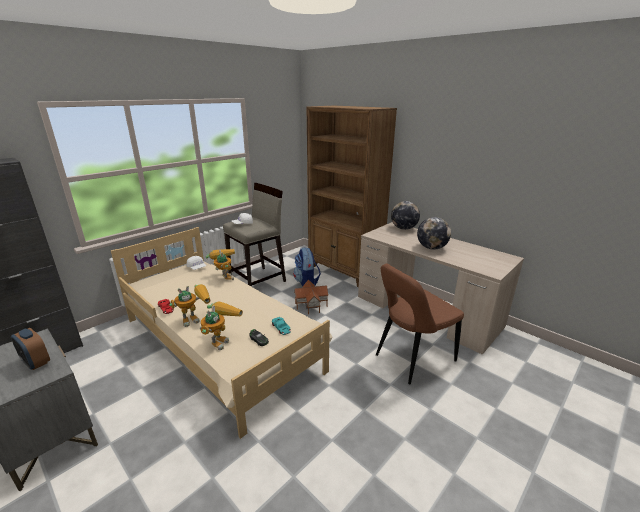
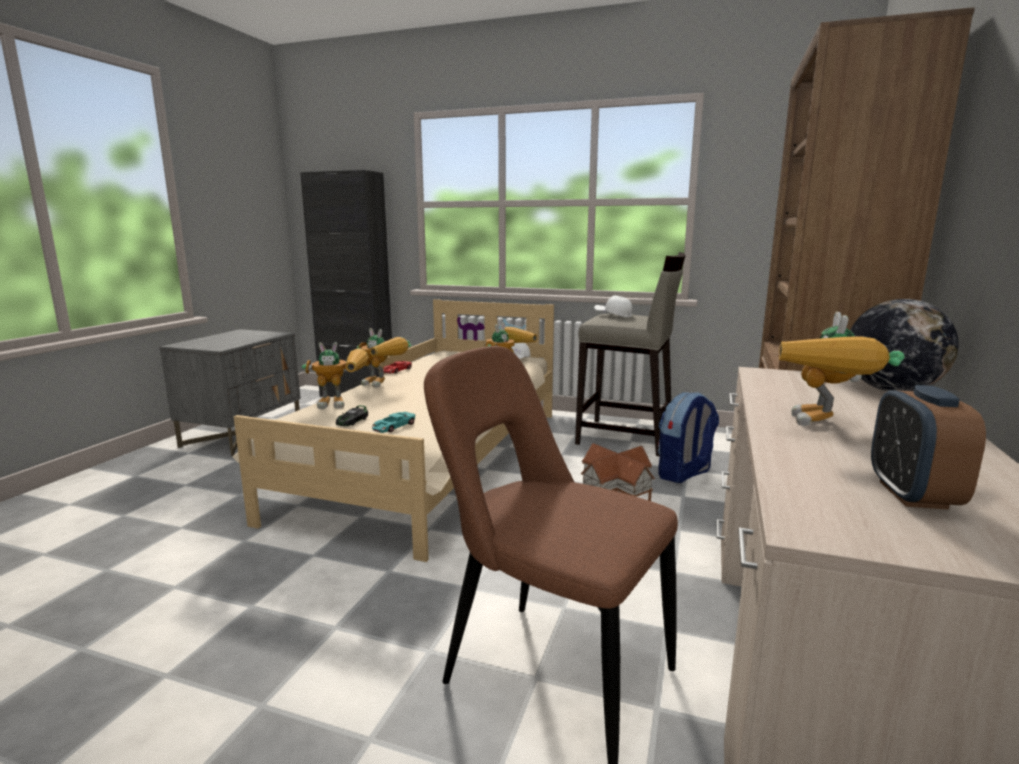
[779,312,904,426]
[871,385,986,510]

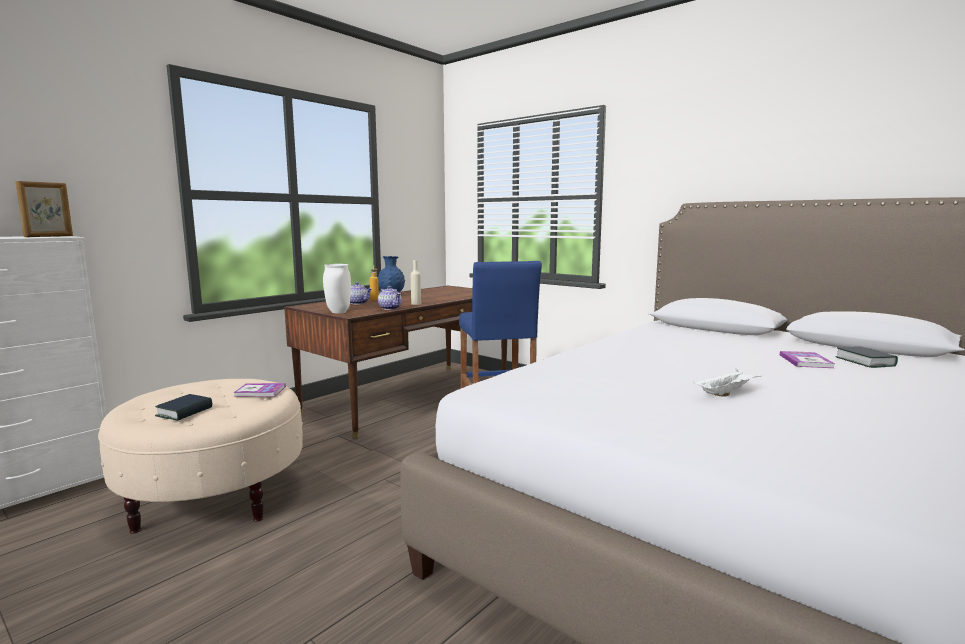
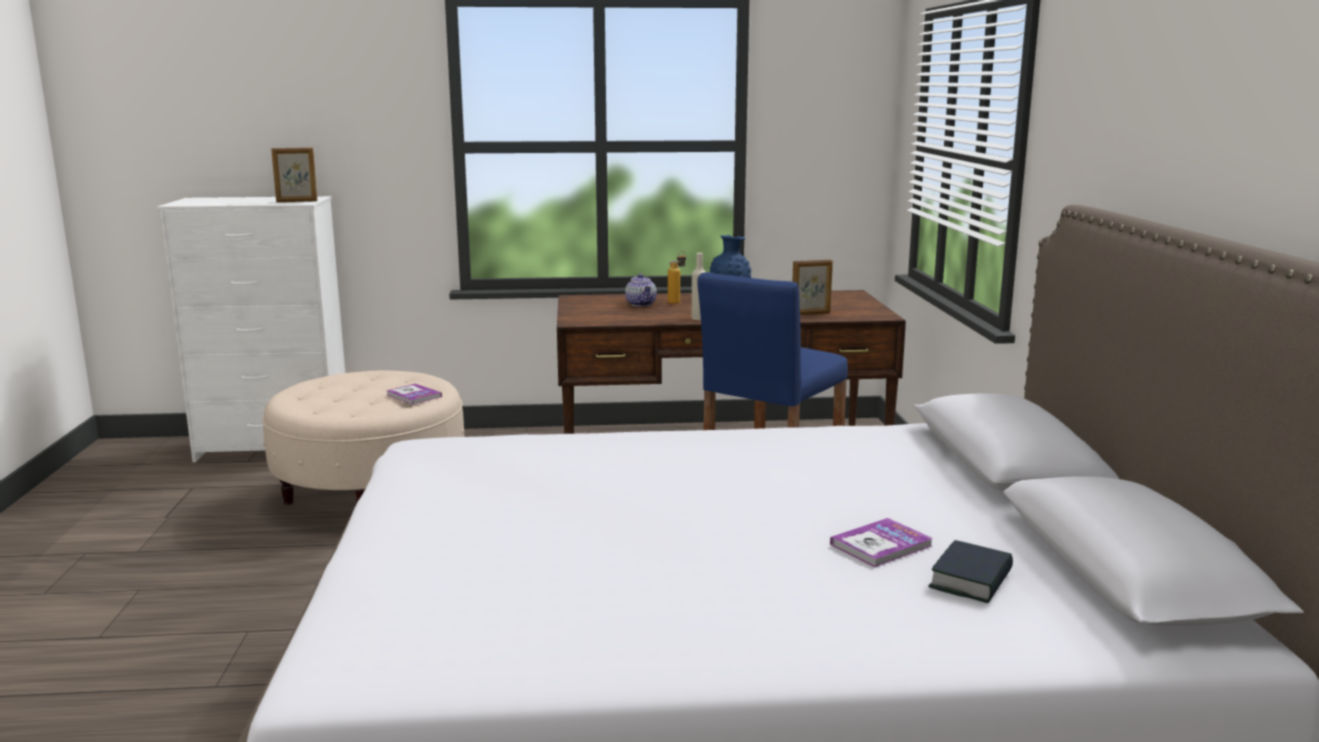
[792,260,833,315]
[155,394,212,421] (first image)
[323,264,351,314] (first image)
[378,286,402,310] (first image)
[693,368,762,396] (first image)

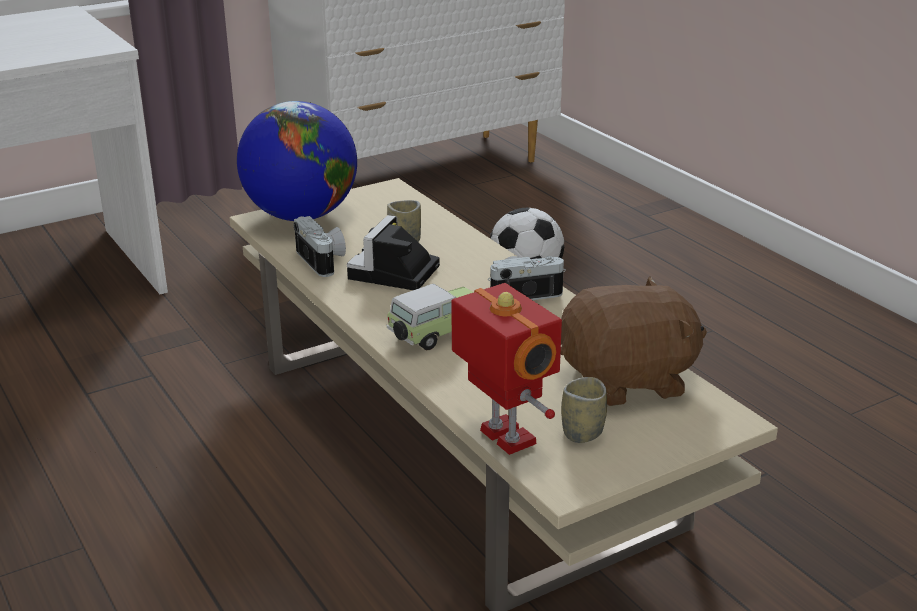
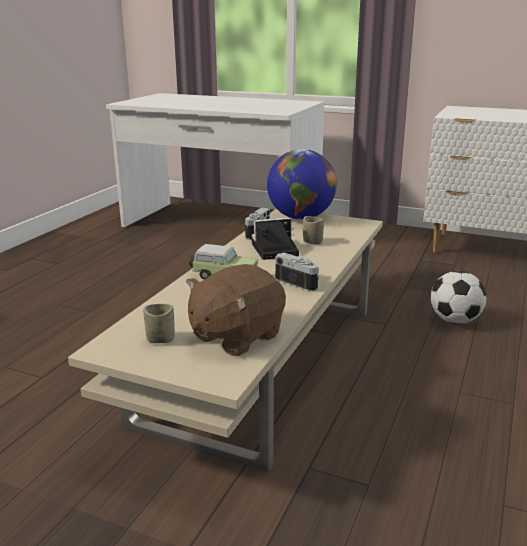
[186,264,286,356]
[451,283,562,455] (first image)

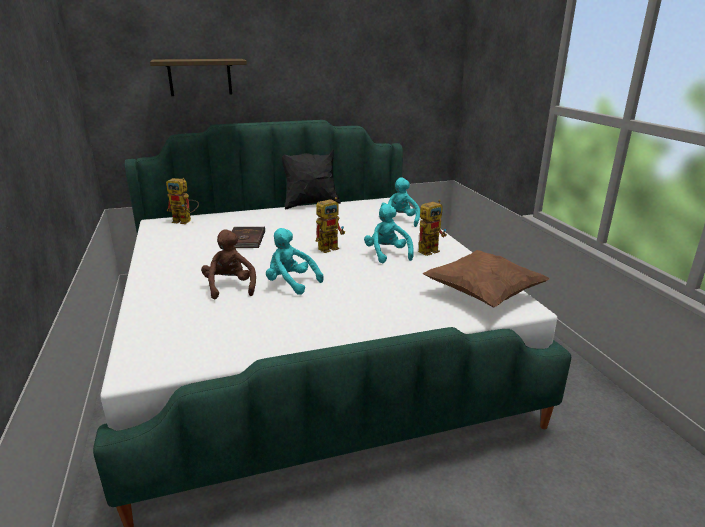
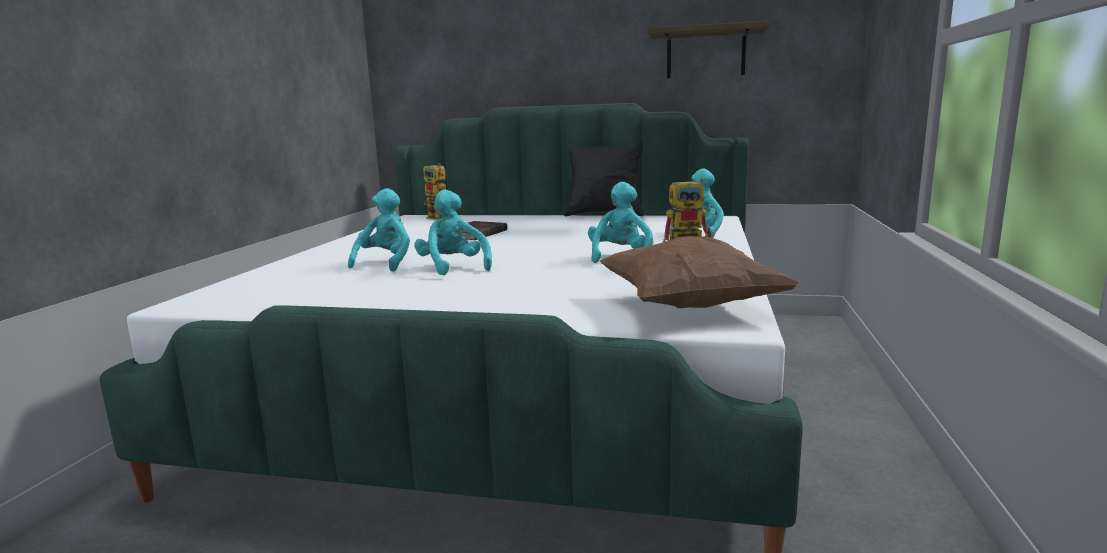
[348,188,410,272]
[647,21,769,78]
[316,197,345,253] (first image)

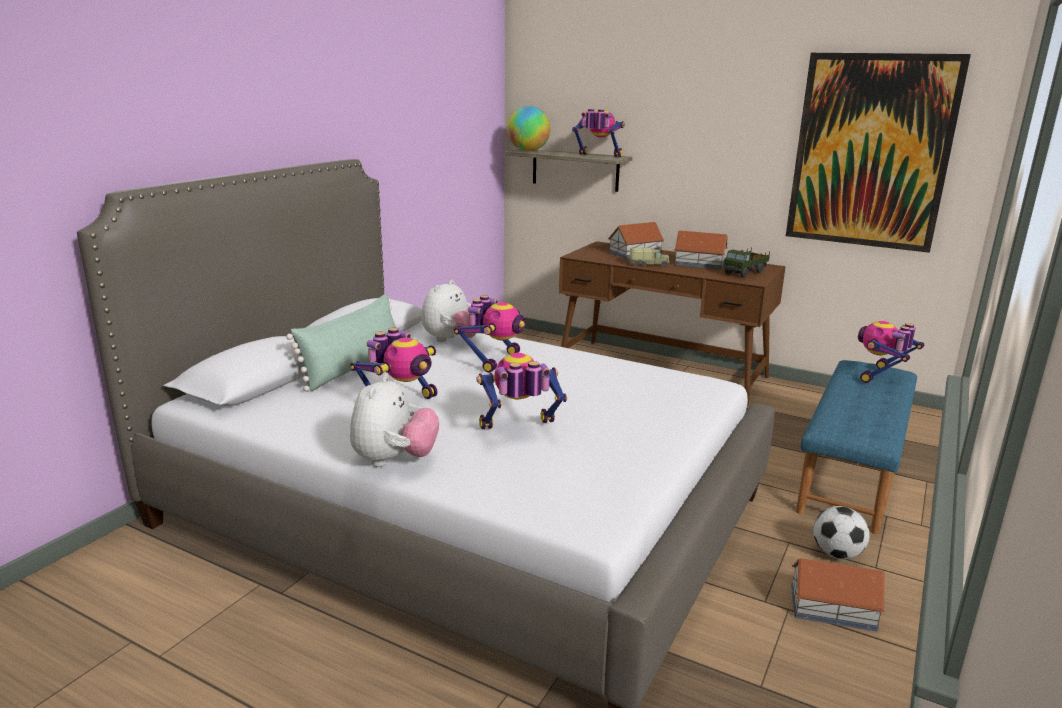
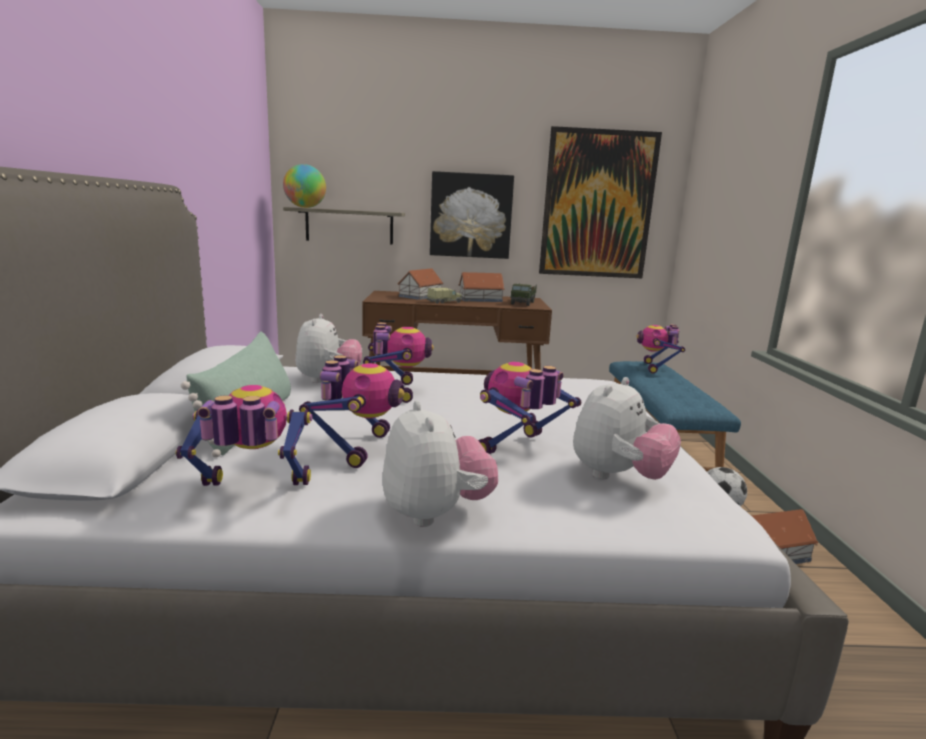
[175,385,312,486]
[430,171,514,259]
[573,377,681,480]

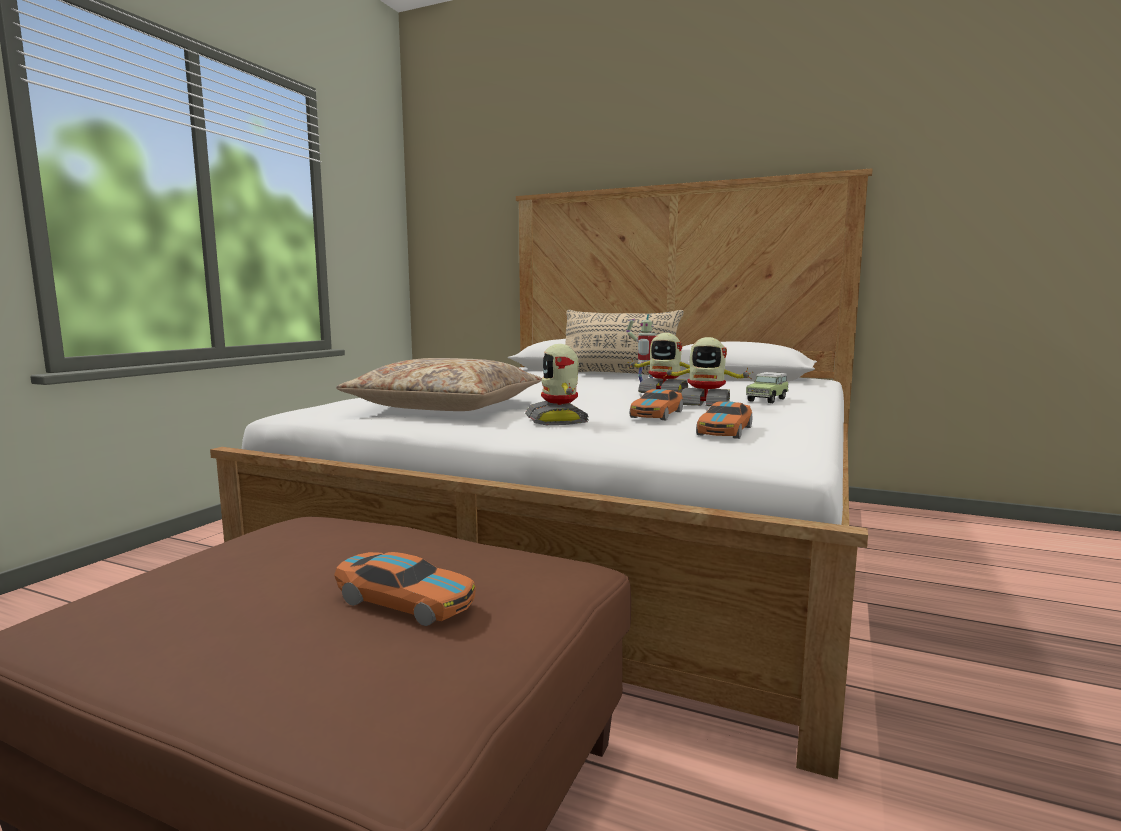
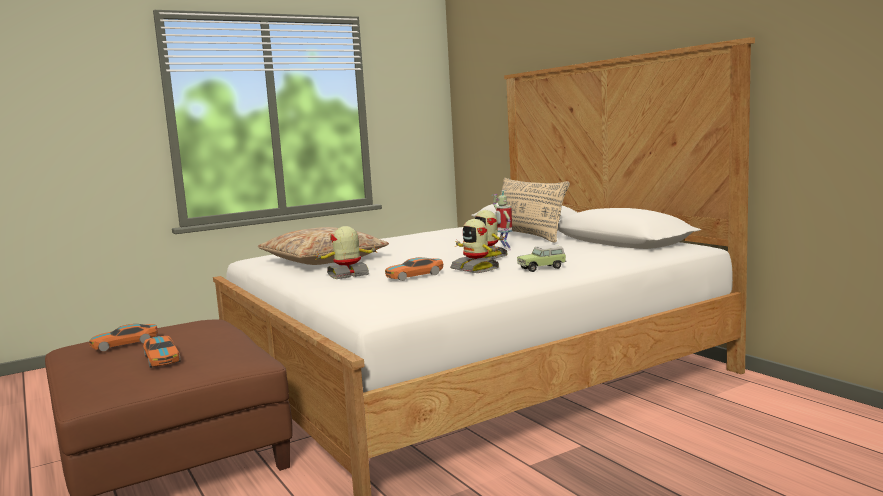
[89,324,158,351]
[314,226,379,279]

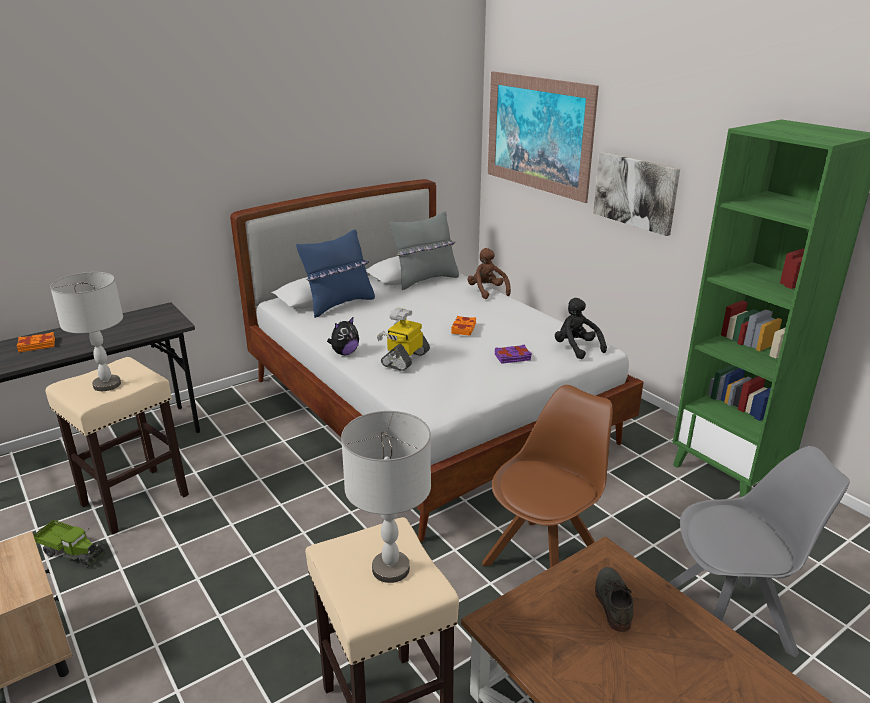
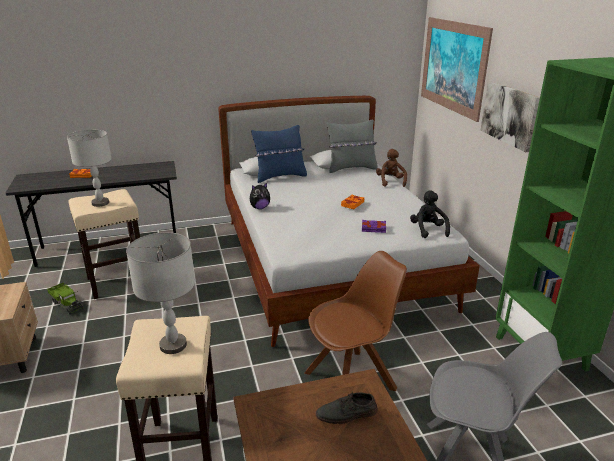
[315,392,378,424]
[377,307,430,371] (first image)

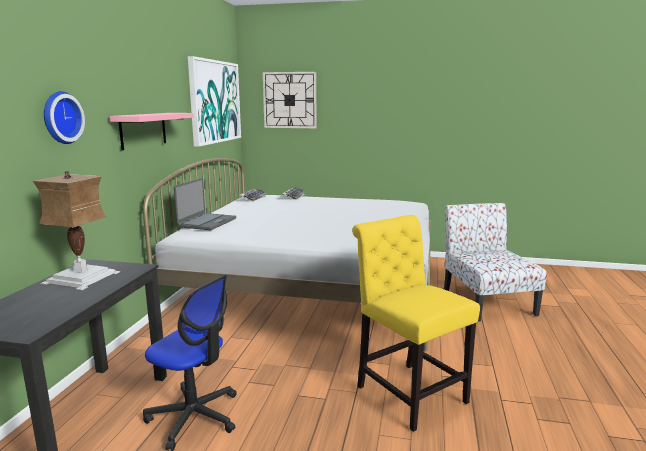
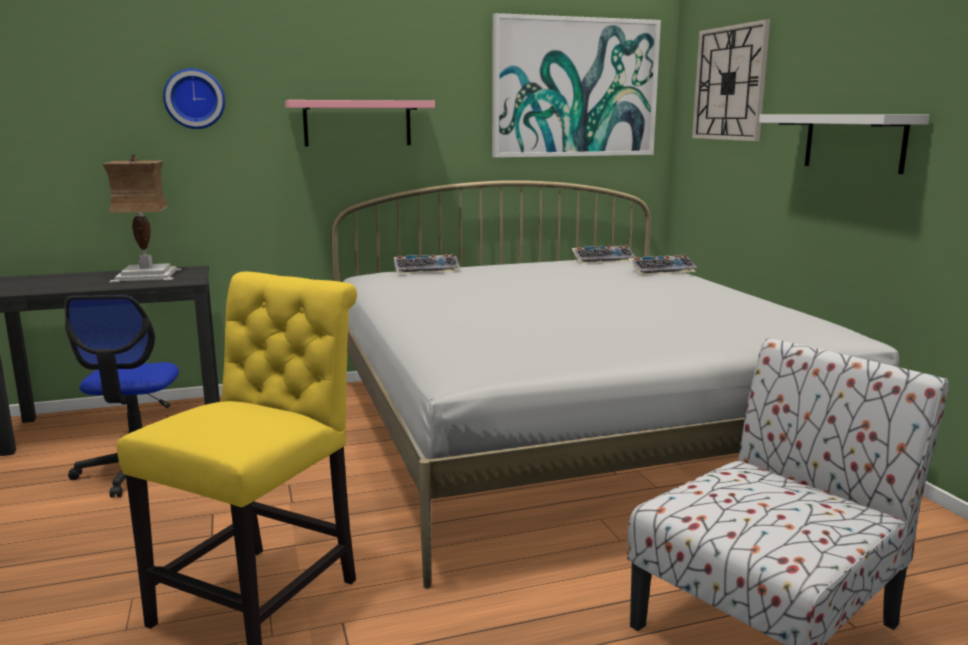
[394,254,460,274]
[759,114,929,174]

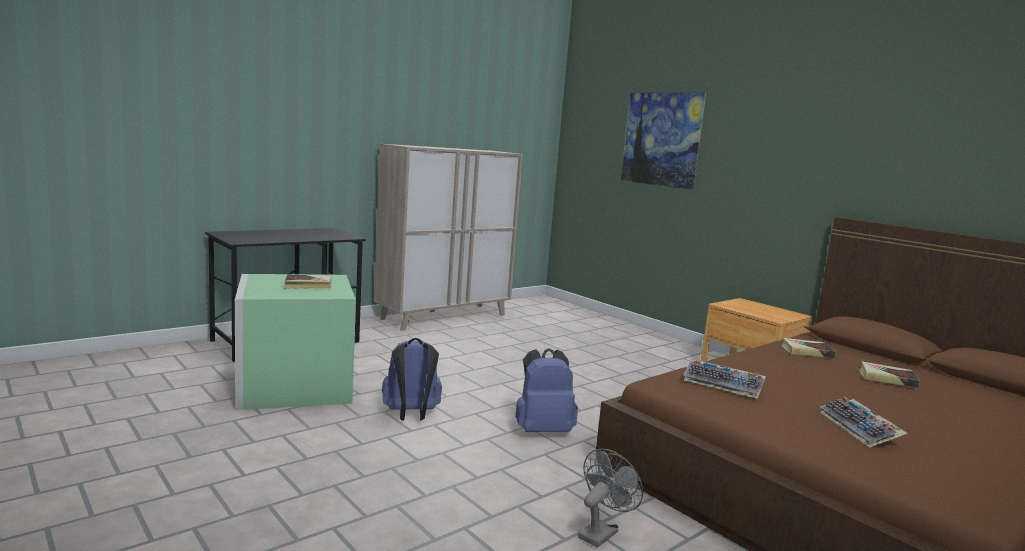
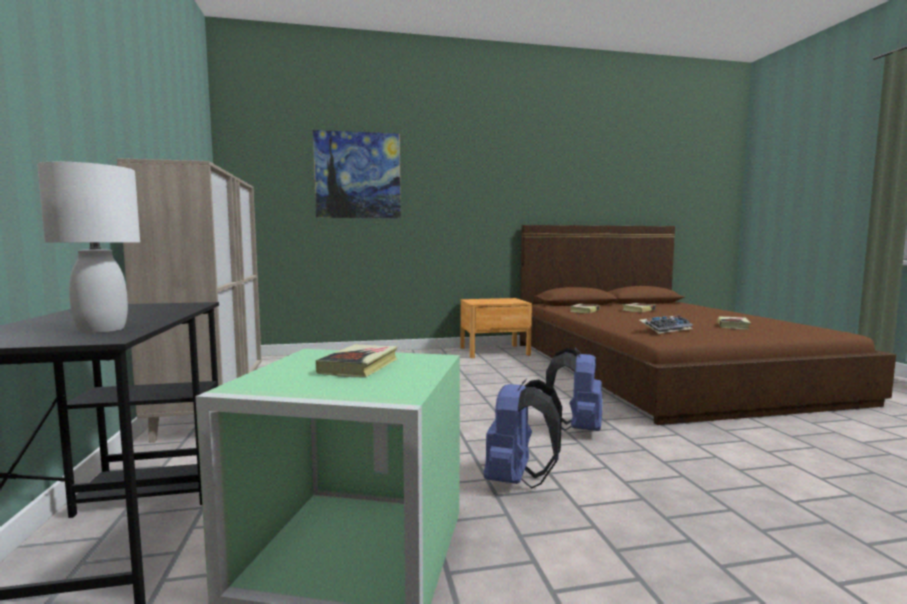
[37,162,140,333]
[717,317,751,329]
[578,449,643,548] (first image)

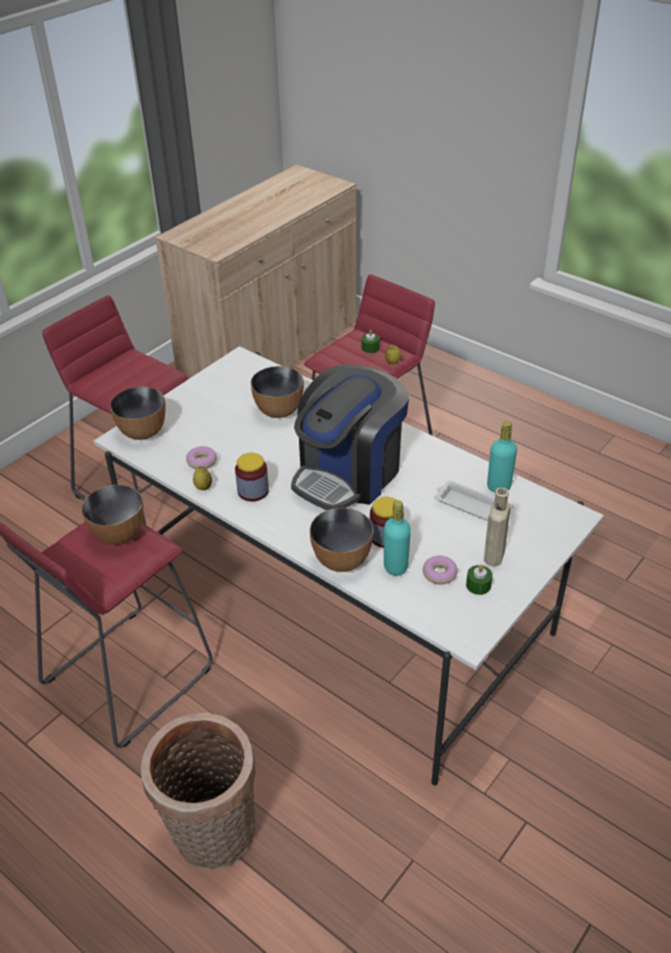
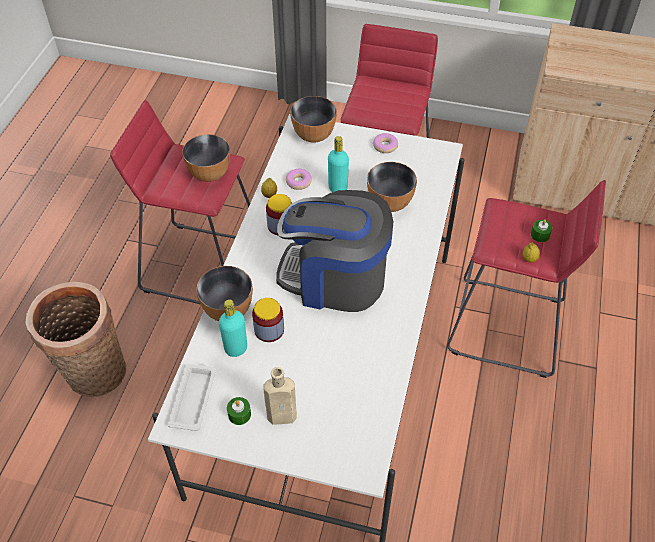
[168,363,216,431]
[328,136,349,192]
[373,133,398,153]

